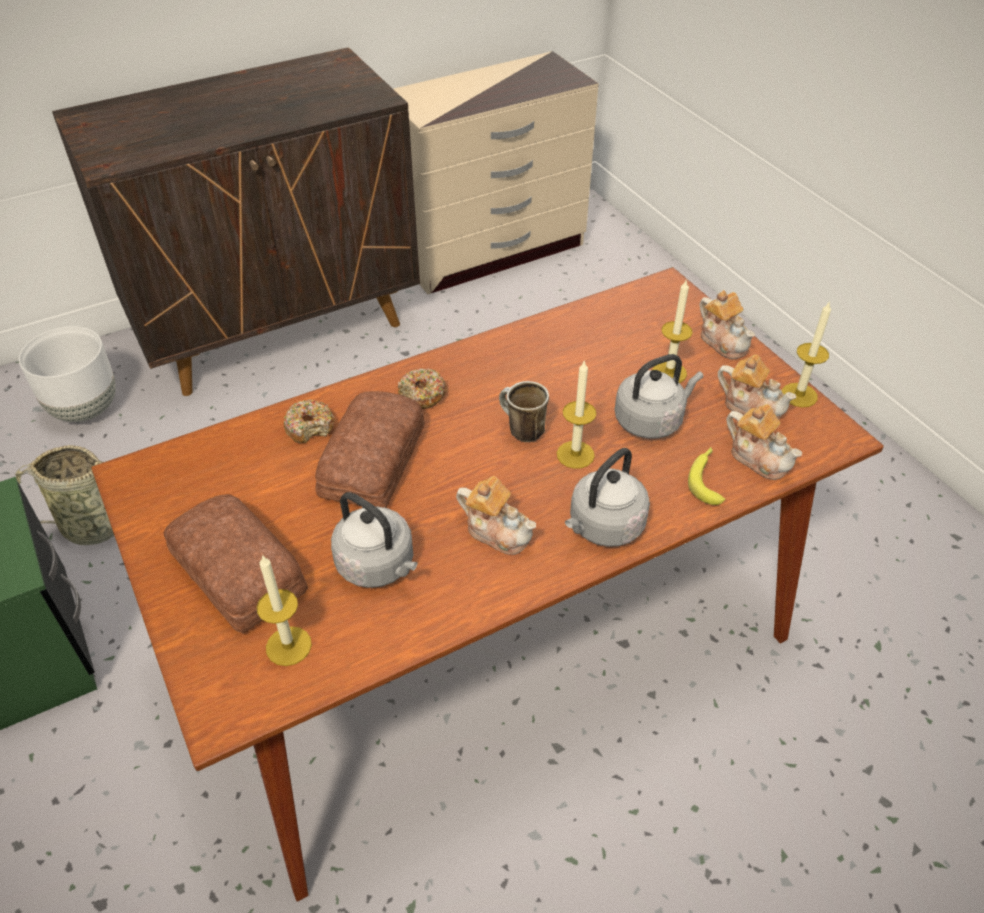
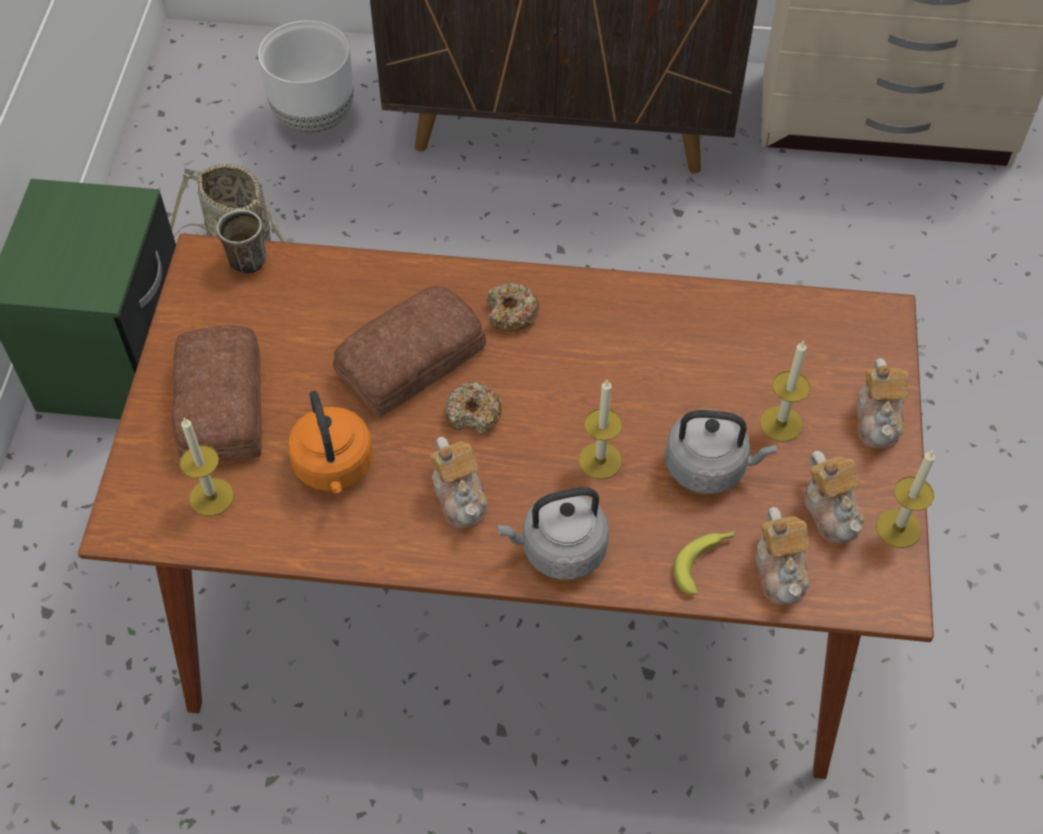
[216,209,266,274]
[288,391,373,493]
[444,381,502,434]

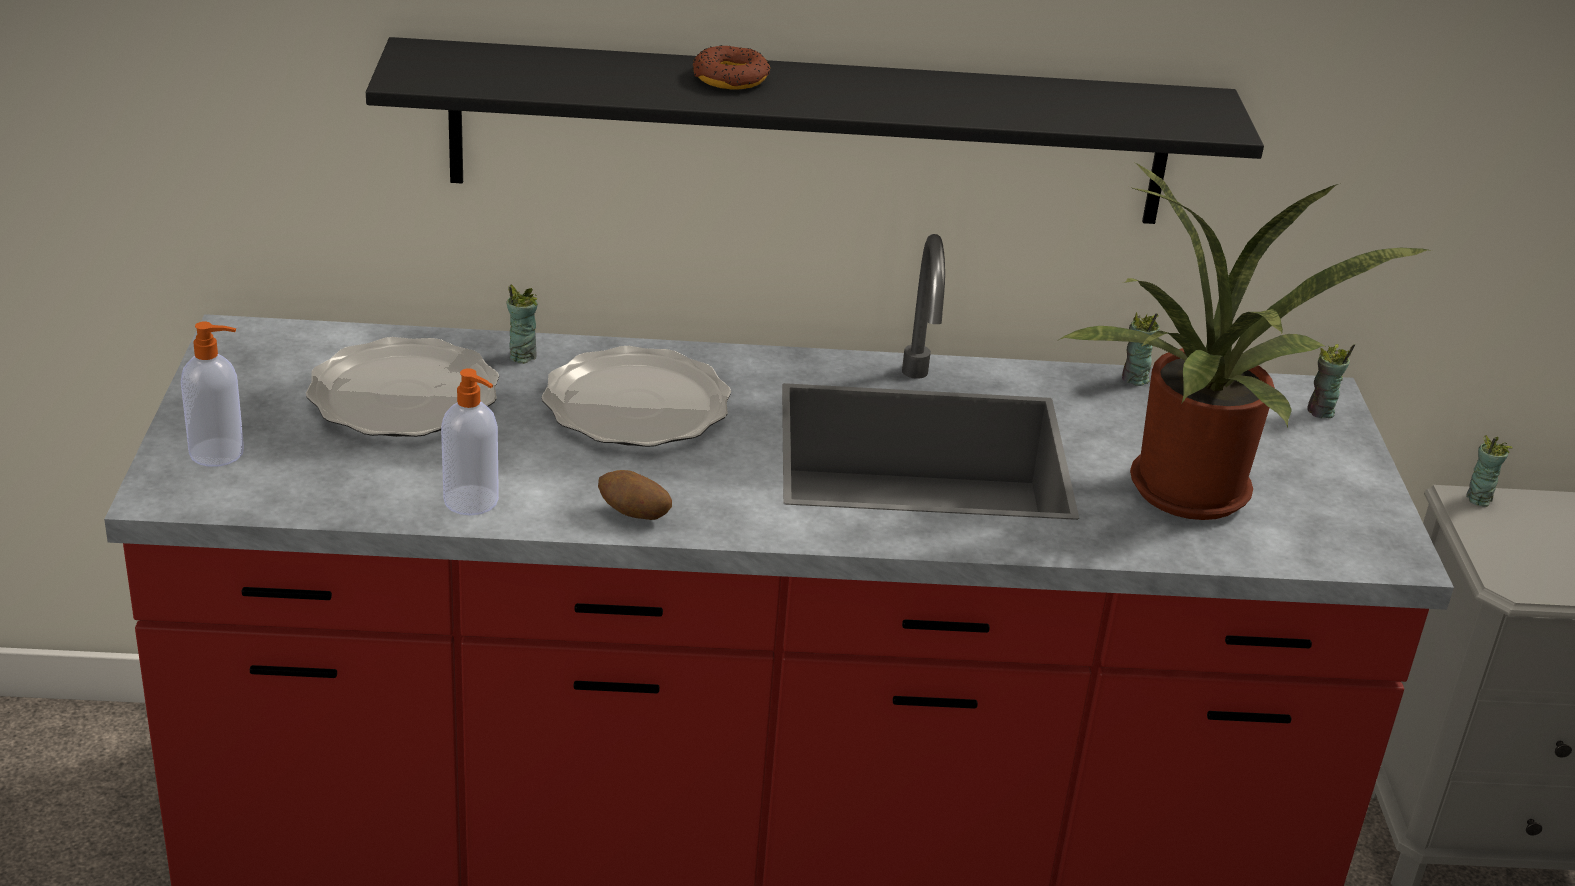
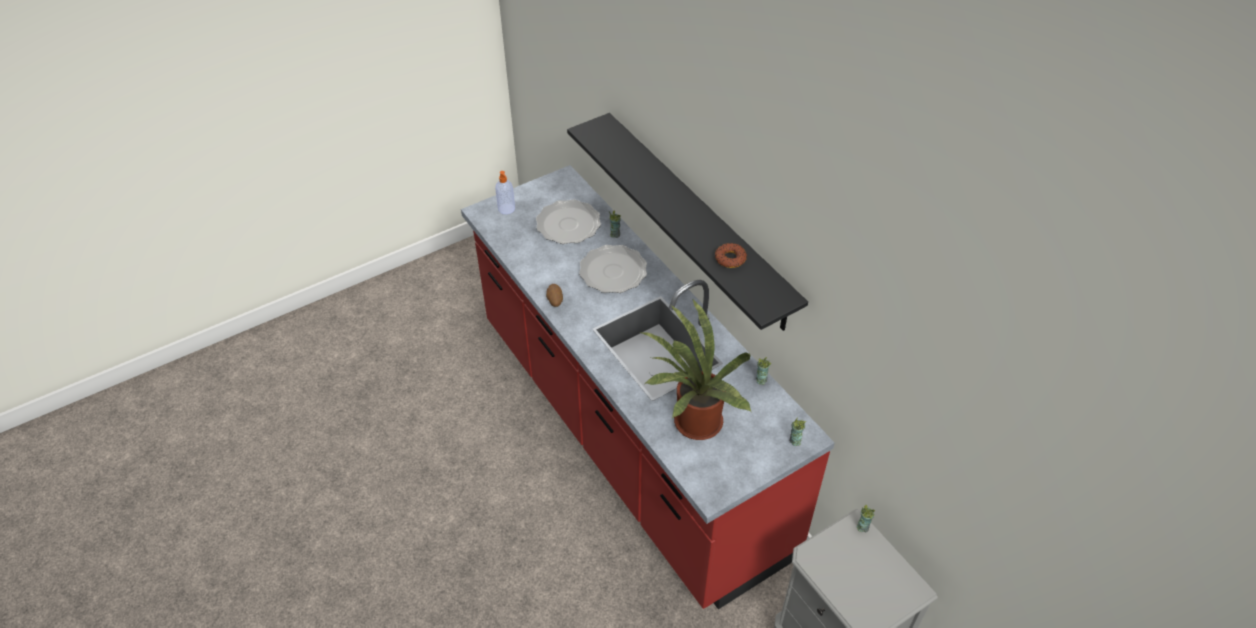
[715,243,747,268]
[441,368,499,515] (first image)

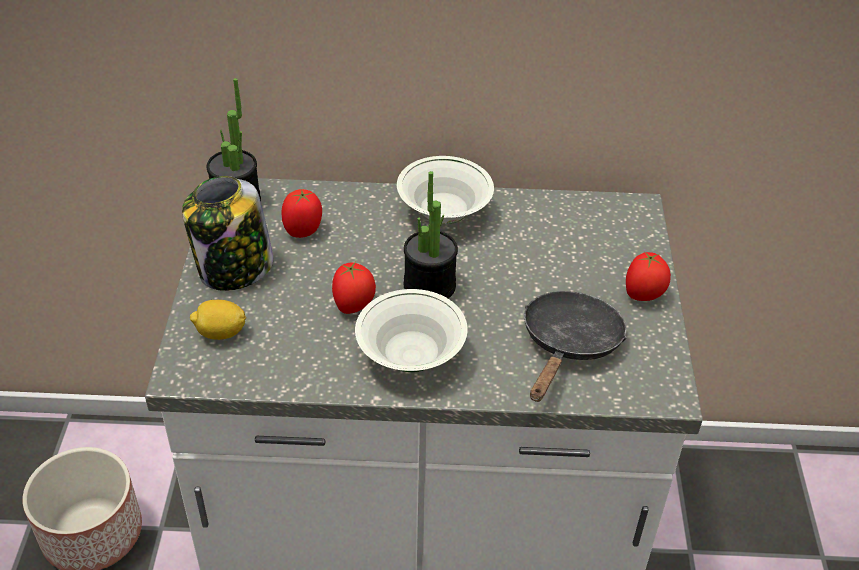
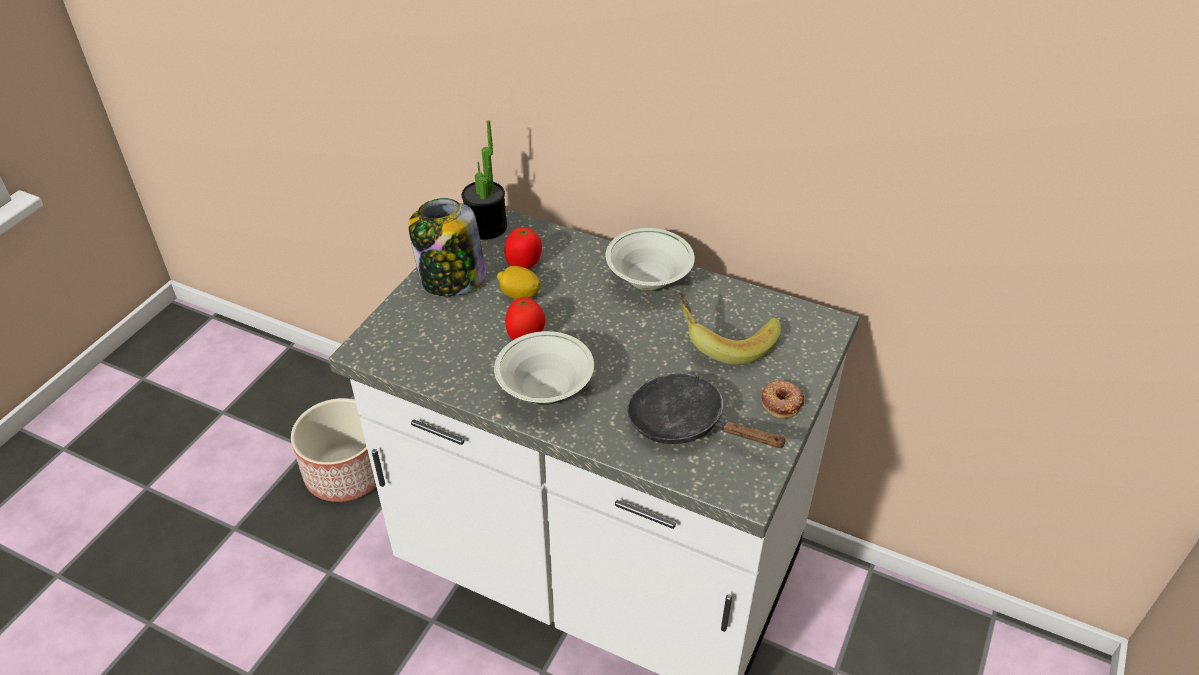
[497,266,541,299]
[627,373,788,448]
[678,293,781,365]
[761,380,804,419]
[404,171,458,299] (first image)

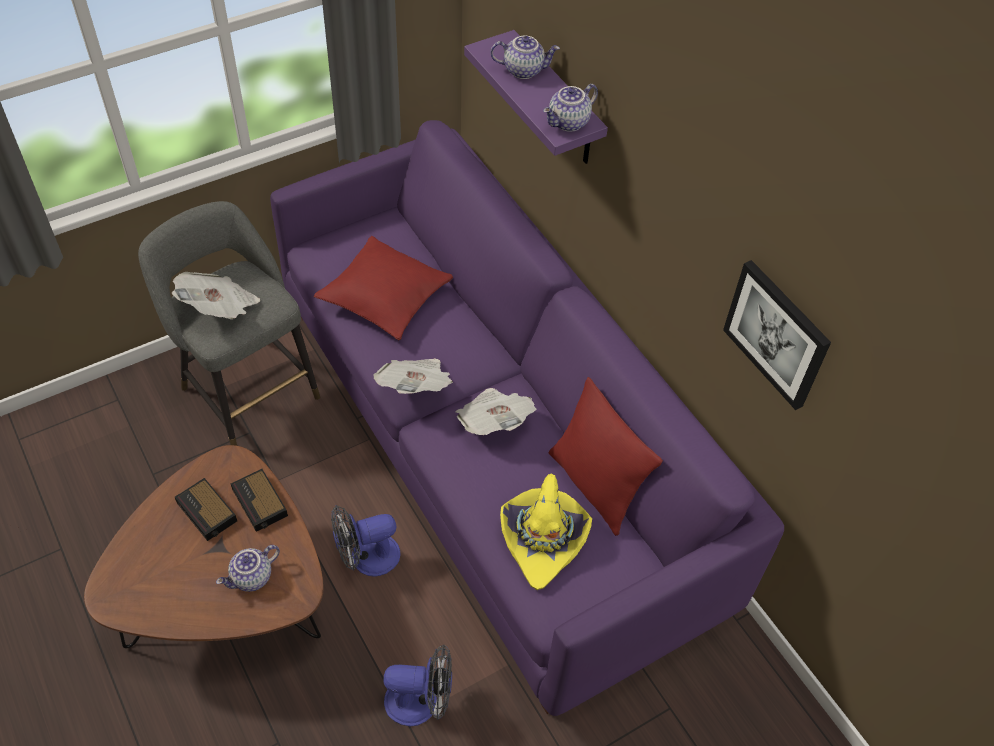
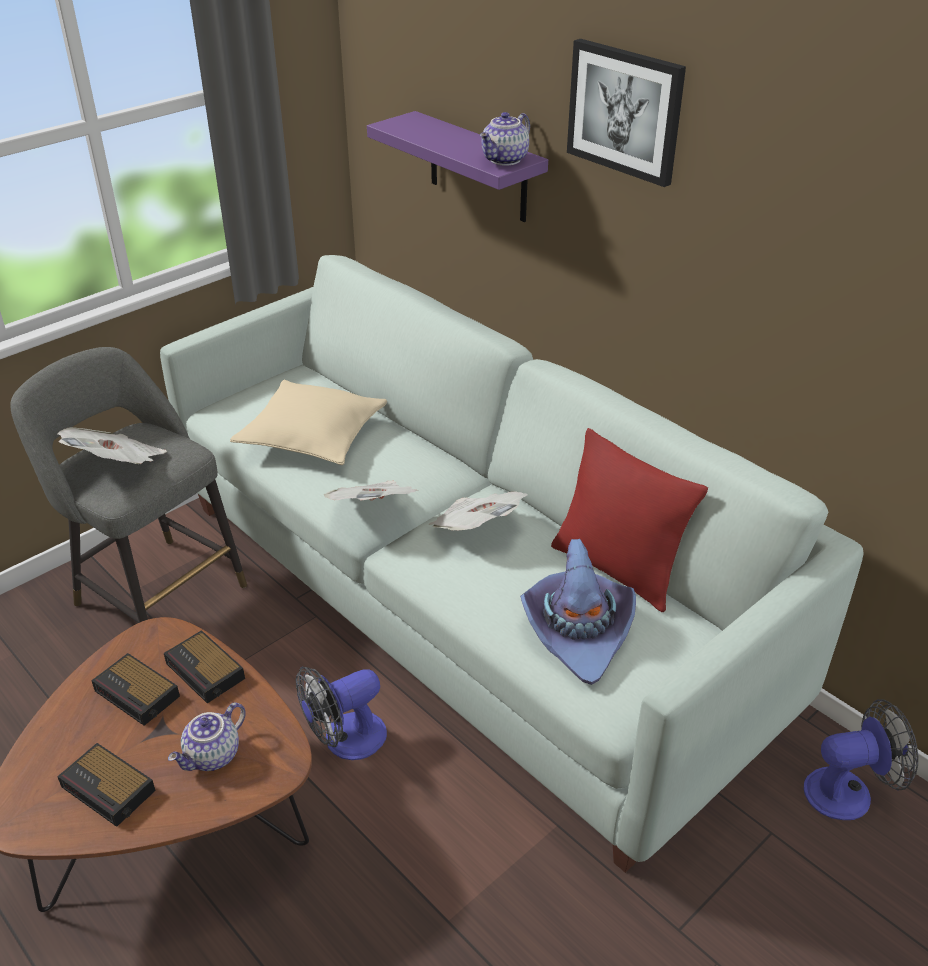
[57,743,156,827]
[160,255,864,873]
[230,380,387,465]
[520,539,636,685]
[567,39,686,187]
[804,699,918,820]
[490,36,560,79] (first image)

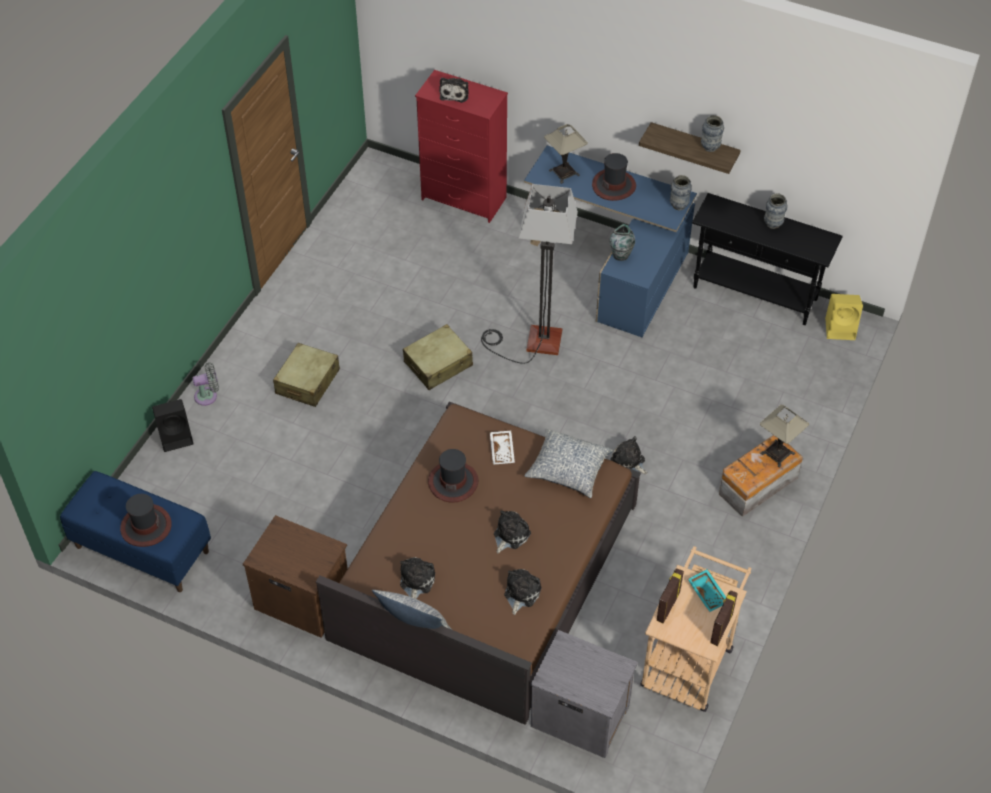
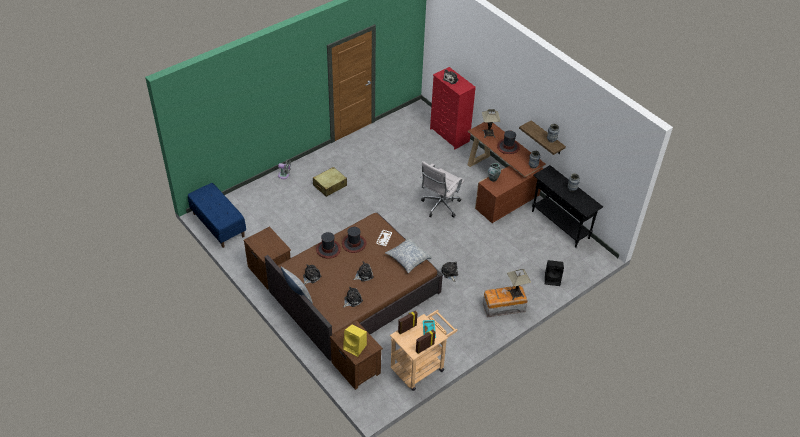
[316,232,341,259]
[330,321,383,390]
[343,324,367,357]
[420,161,464,217]
[467,122,546,223]
[545,260,564,286]
[403,324,473,390] (first image)

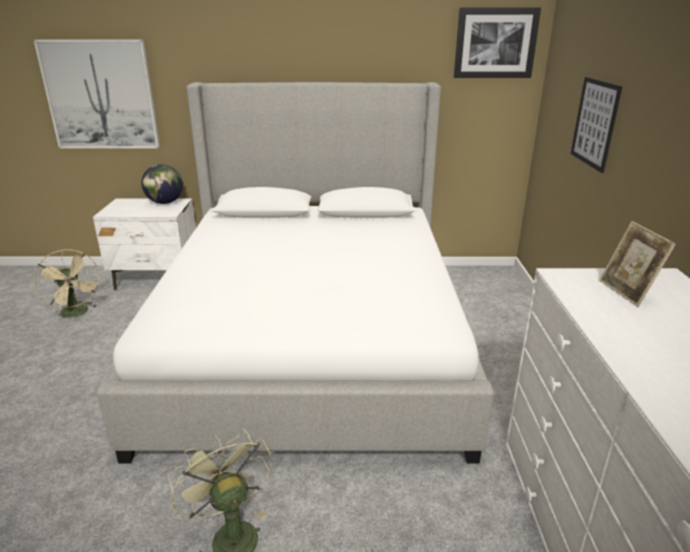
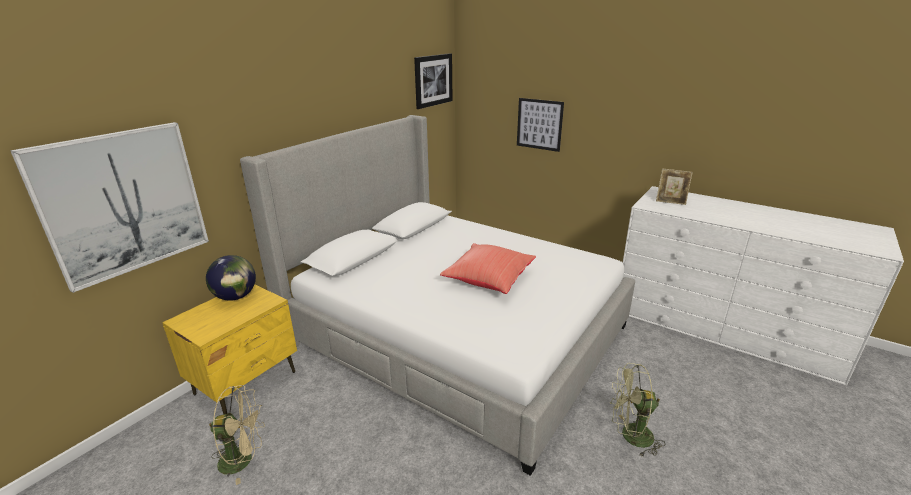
[162,284,297,414]
[440,243,536,294]

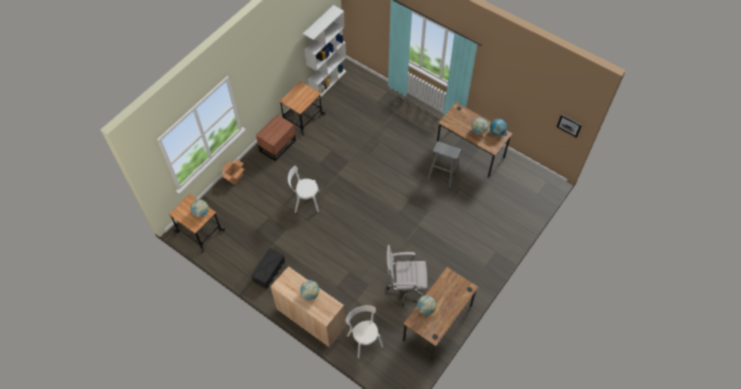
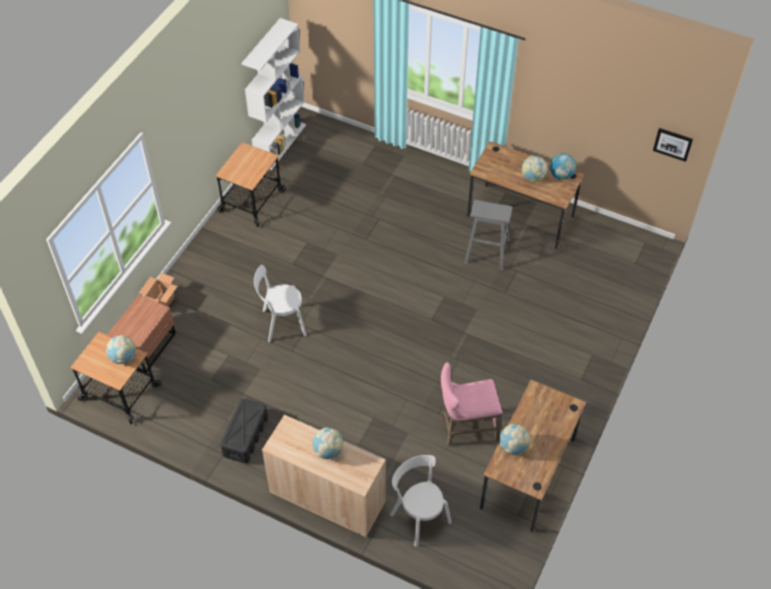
[107,295,176,373]
[441,362,503,446]

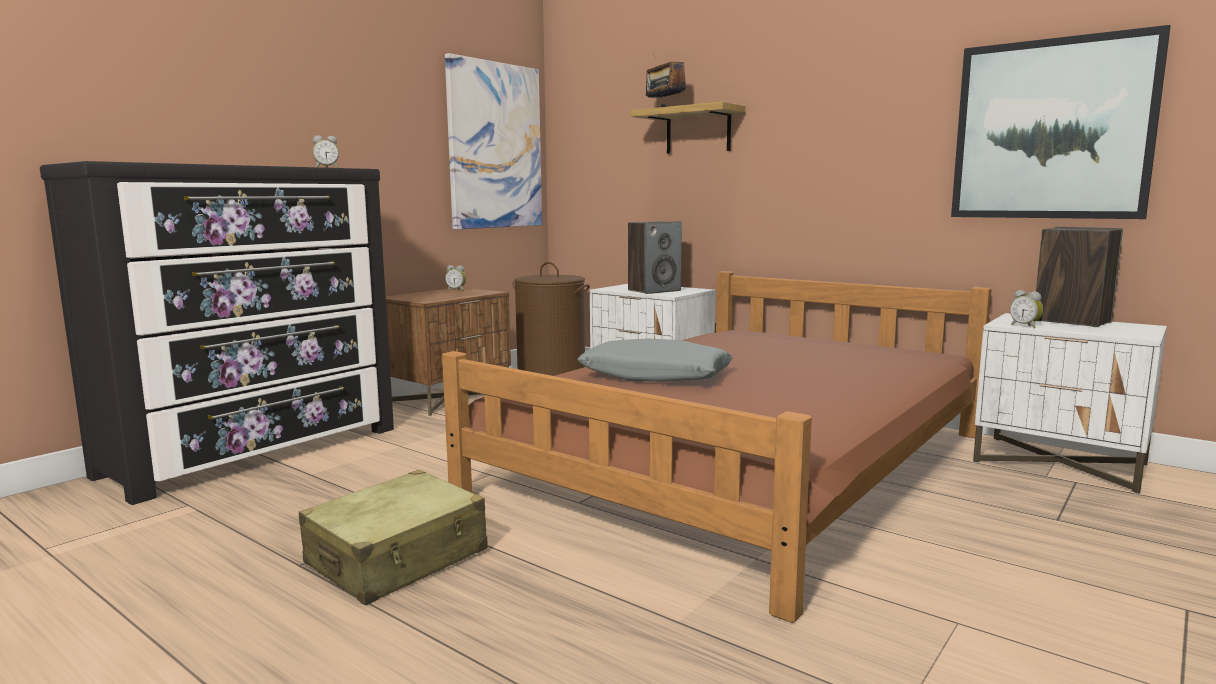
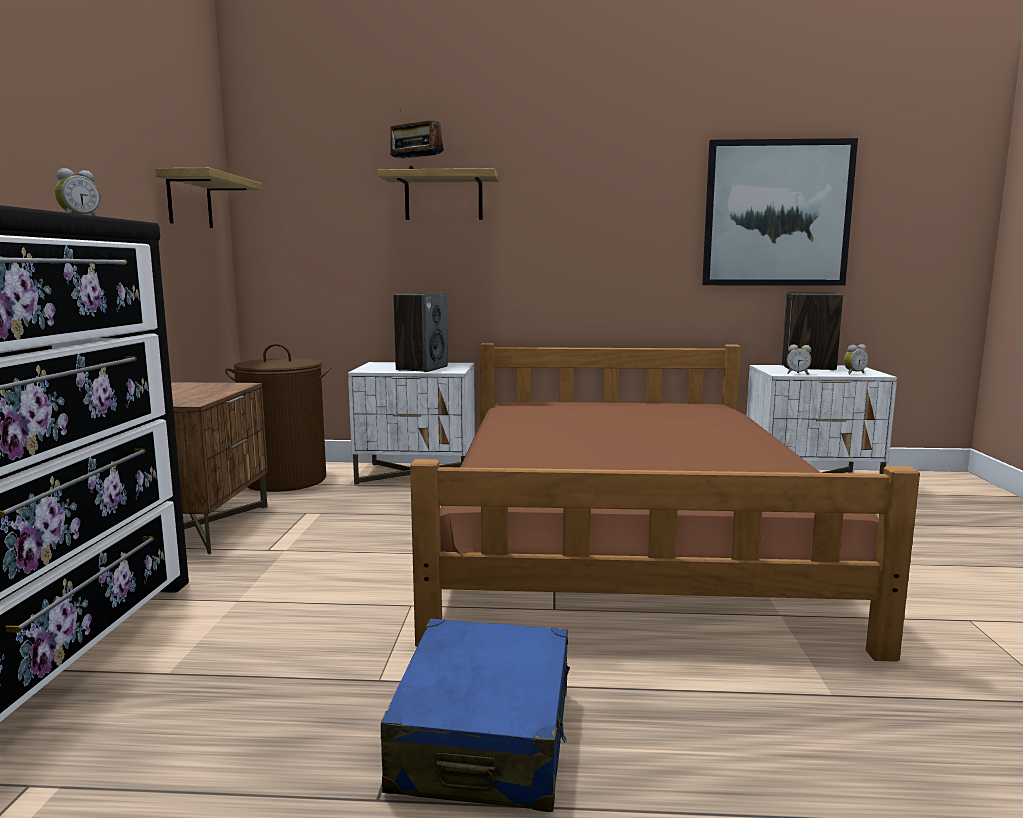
[155,168,262,228]
[381,619,570,812]
[844,344,868,375]
[578,339,733,382] (first image)

